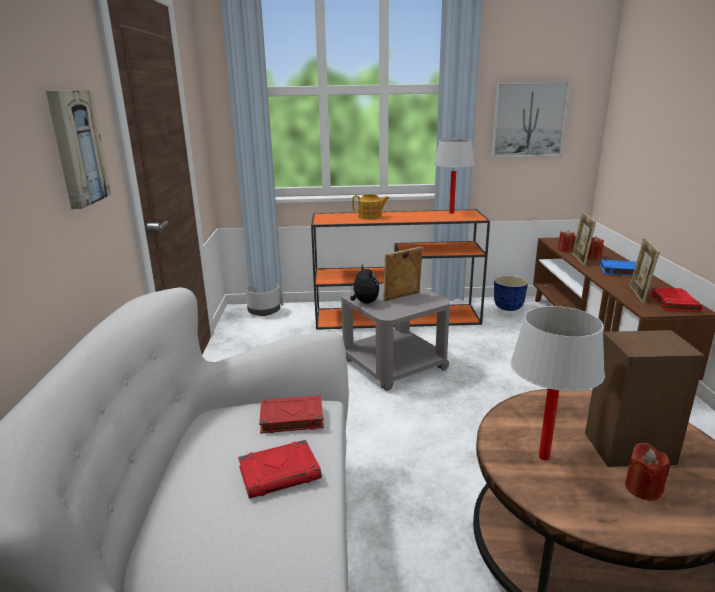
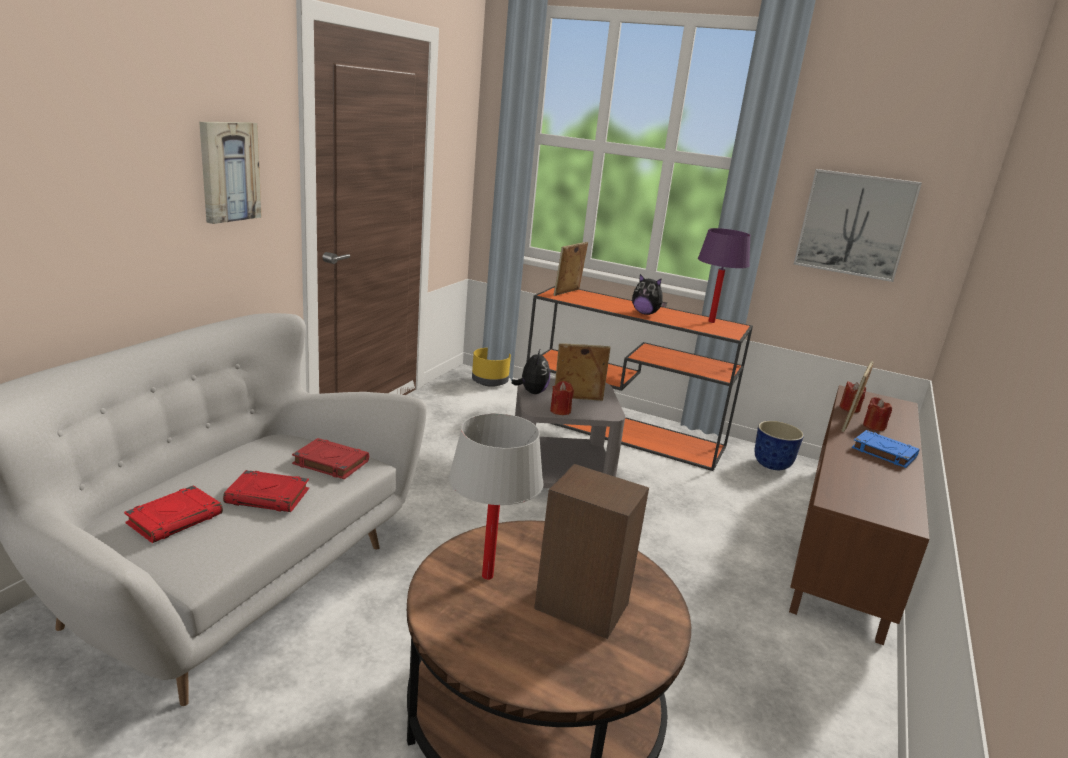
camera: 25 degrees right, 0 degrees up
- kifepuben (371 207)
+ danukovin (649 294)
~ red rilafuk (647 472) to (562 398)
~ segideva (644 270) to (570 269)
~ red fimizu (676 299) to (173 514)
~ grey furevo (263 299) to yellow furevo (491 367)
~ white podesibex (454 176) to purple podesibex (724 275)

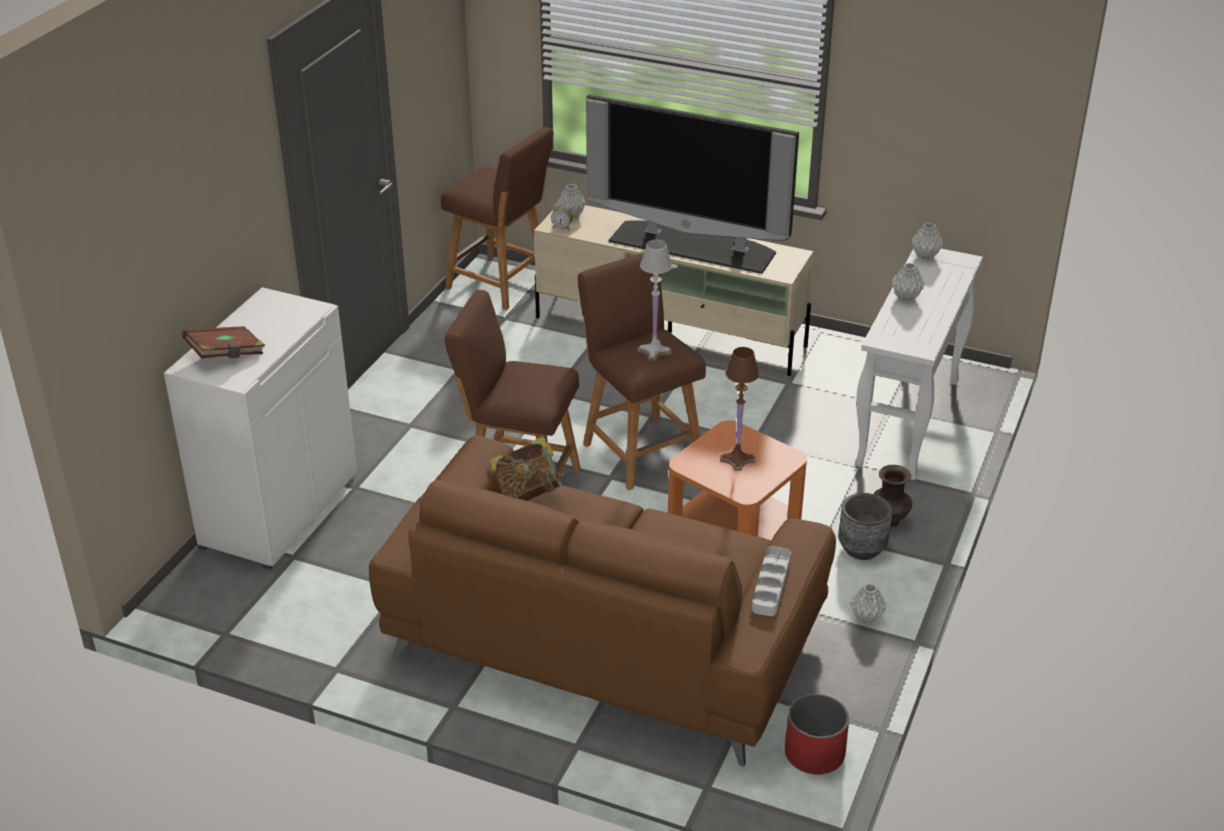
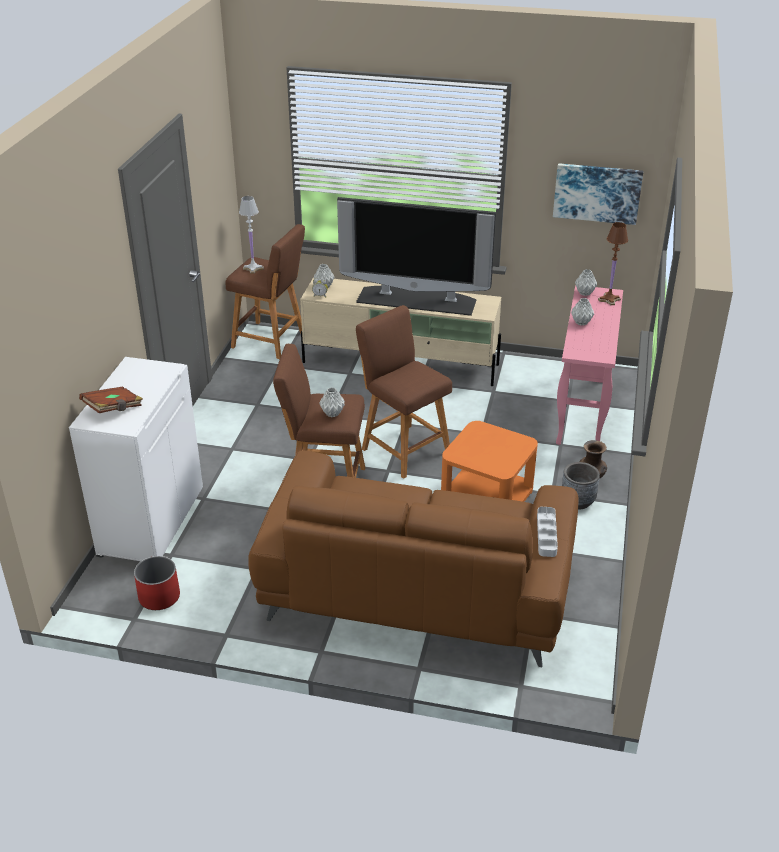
camera: 10 degrees left, 0 degrees up
- fimizu (527 468)
+ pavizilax (598 194)
~ white podesibex (655 300) to (251 235)
~ brown podesibex (739 409) to (613 263)
~ red furevo (817 734) to (157 583)
~ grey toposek (868 603) to (332 402)
~ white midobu (919 364) to pink midobu (589 365)

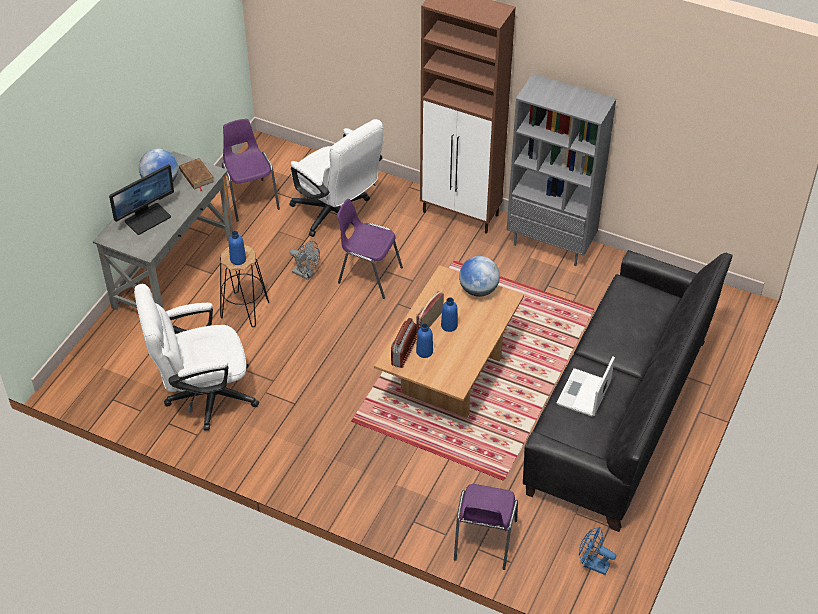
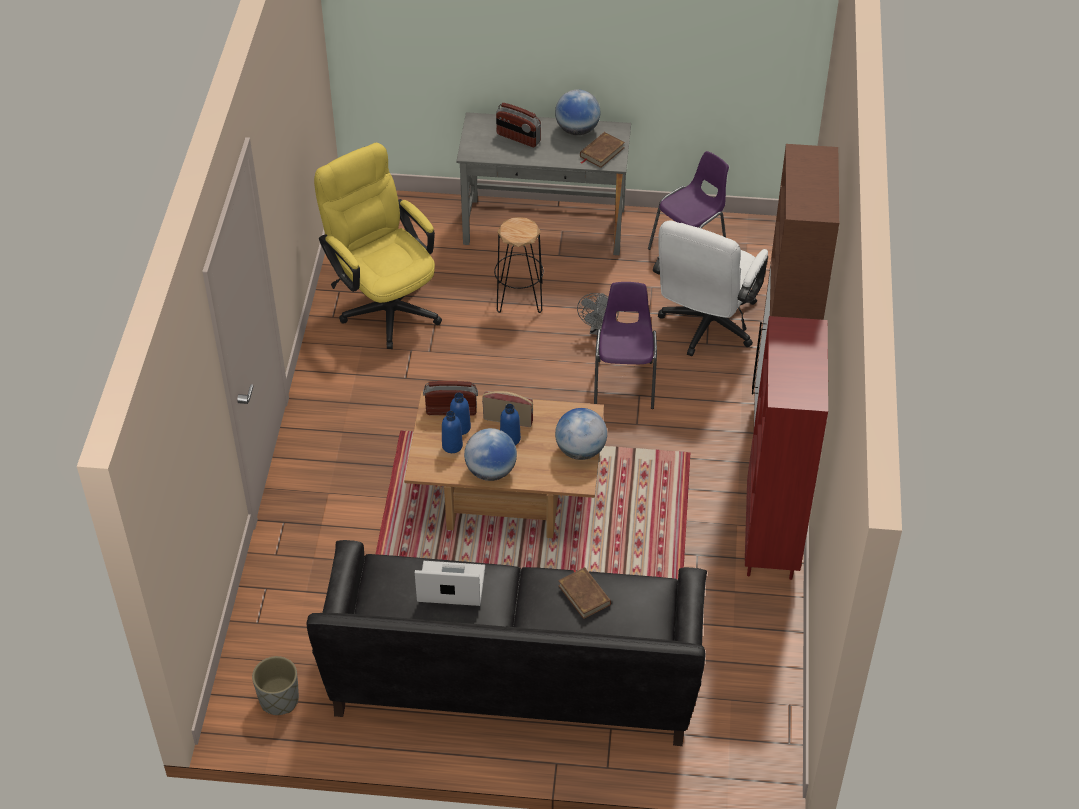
camera: 70 degrees right, 0 degrees up
- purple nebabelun (486 527)
+ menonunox (490 454)
+ brown fimizu (584 593)
~ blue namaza (237 248) to (452 432)
~ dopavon (141 199) to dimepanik (518 125)
~ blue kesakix (597 551) to grey furevo (275 685)
~ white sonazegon (196 357) to yellow sonazegon (378 246)
~ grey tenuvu (561 170) to red tenuvu (786 448)

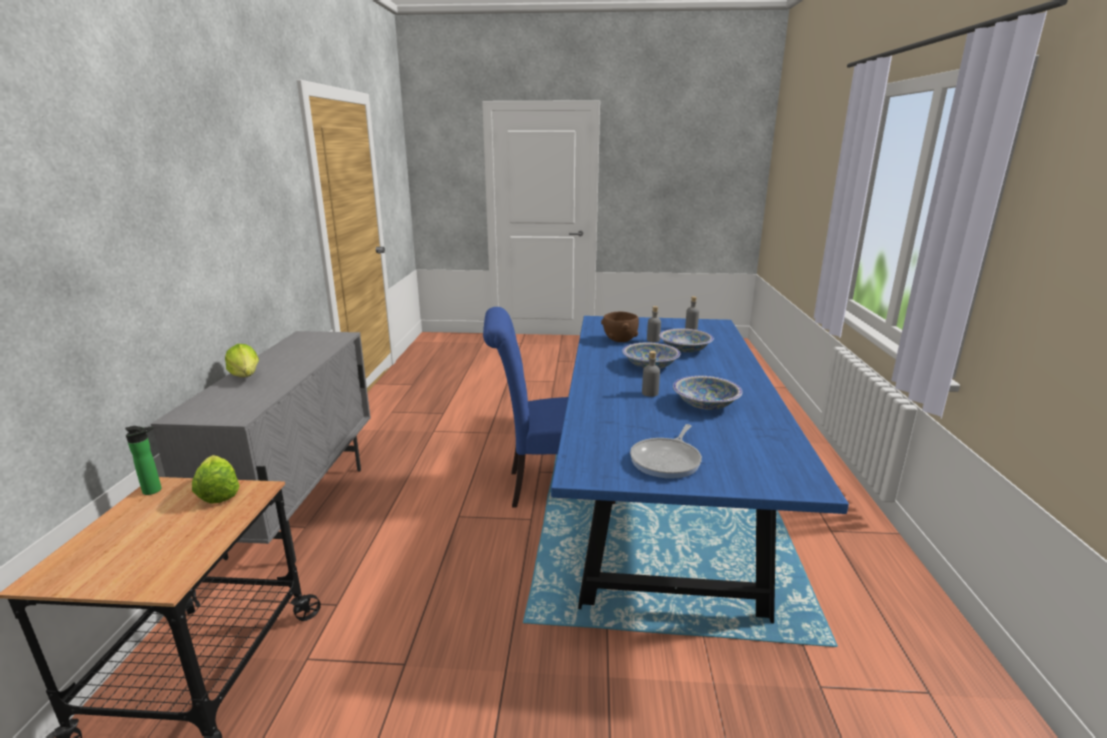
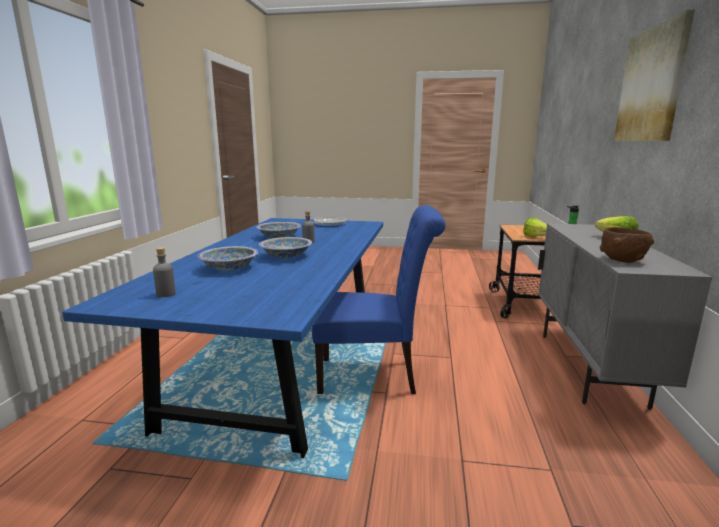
camera: 175 degrees left, 5 degrees down
- grey namaza (654 324)
+ pavizilax (654 75)
~ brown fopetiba (620 326) to (627 245)

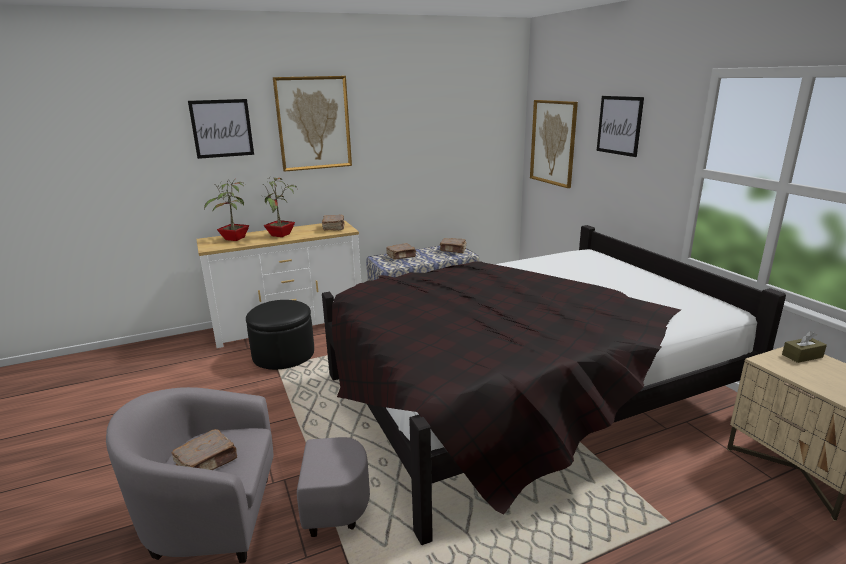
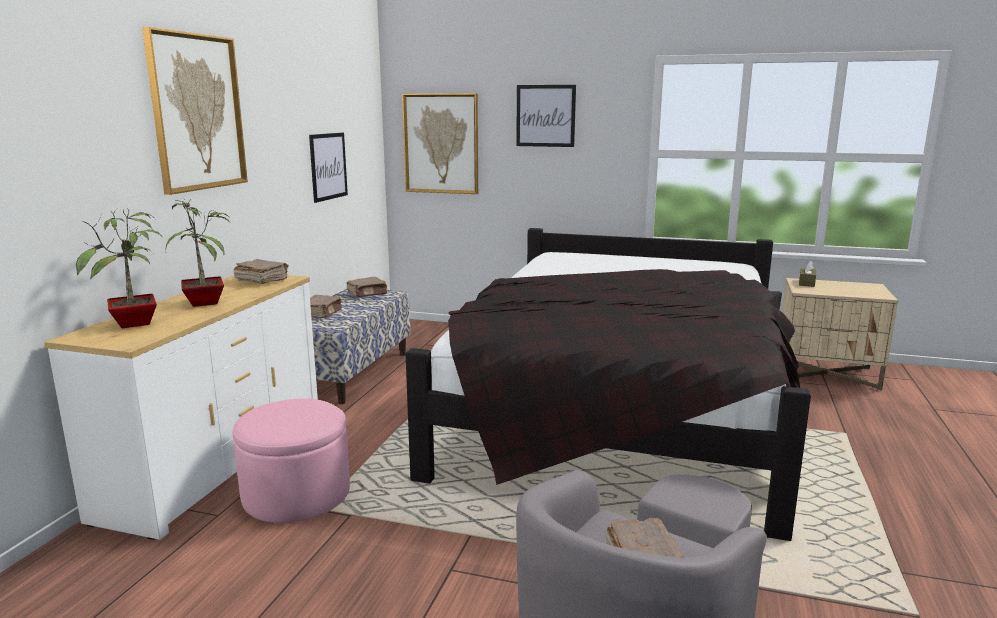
camera: 50 degrees left, 5 degrees down
~ pavizilax (221 129) to (328 168)
~ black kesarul (280 335) to pink kesarul (291 460)

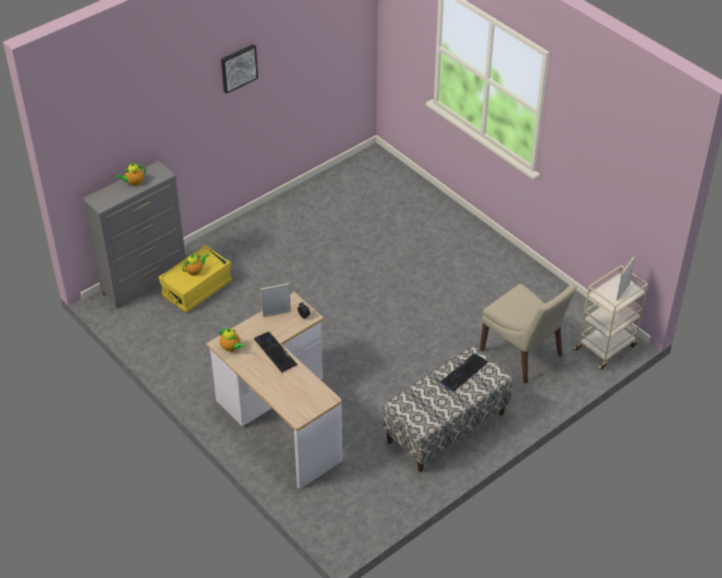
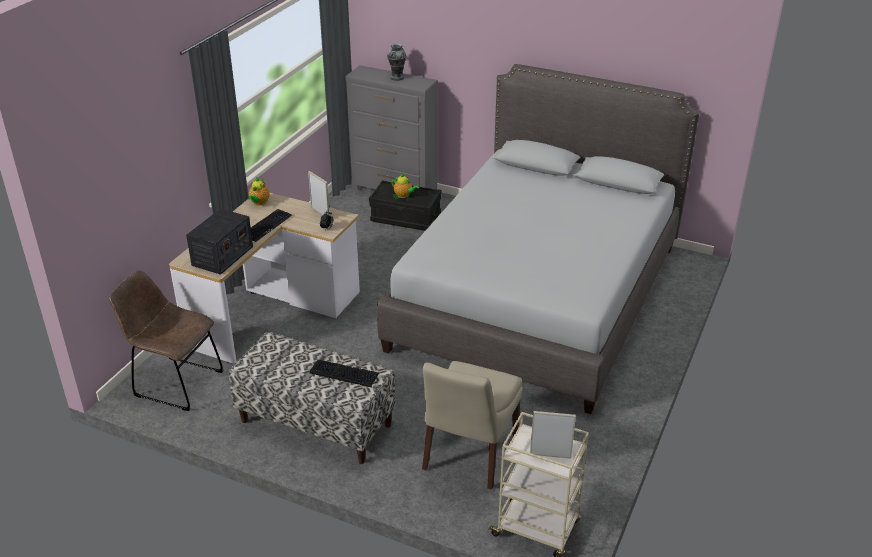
camera: 65 degrees right, 10 degrees down
- pavizilax (239 69)
+ brown nebabelun (166 340)
+ dimepanik (219 242)
+ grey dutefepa (538 239)
~ kifepuben (130 174) to toposek (396 62)
~ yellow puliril (195 279) to black puliril (405 205)

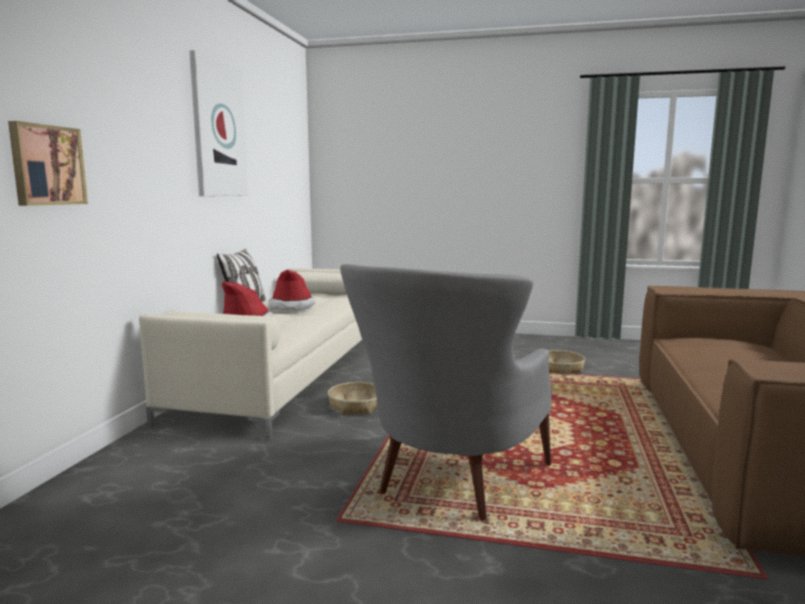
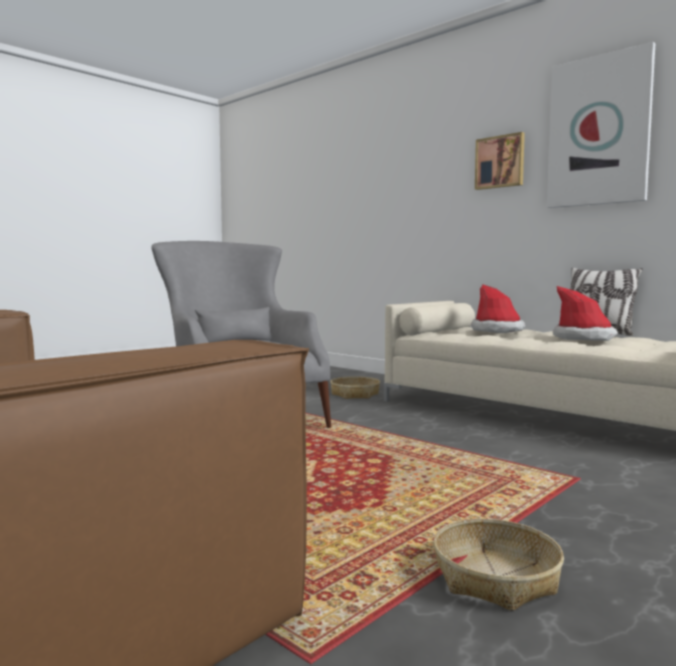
camera: 120 degrees right, 5 degrees down
~ pavizilax (48 163) to (500 161)
~ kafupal (352 398) to (355 387)

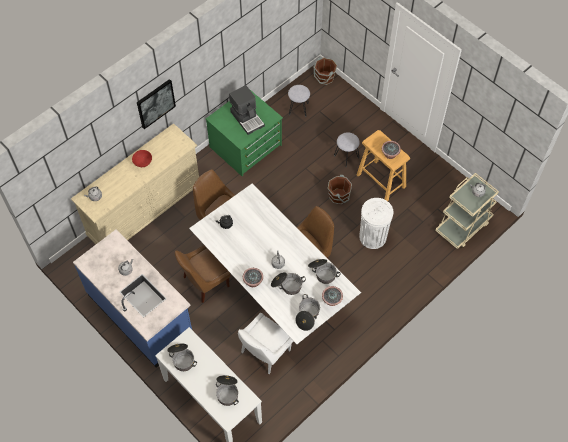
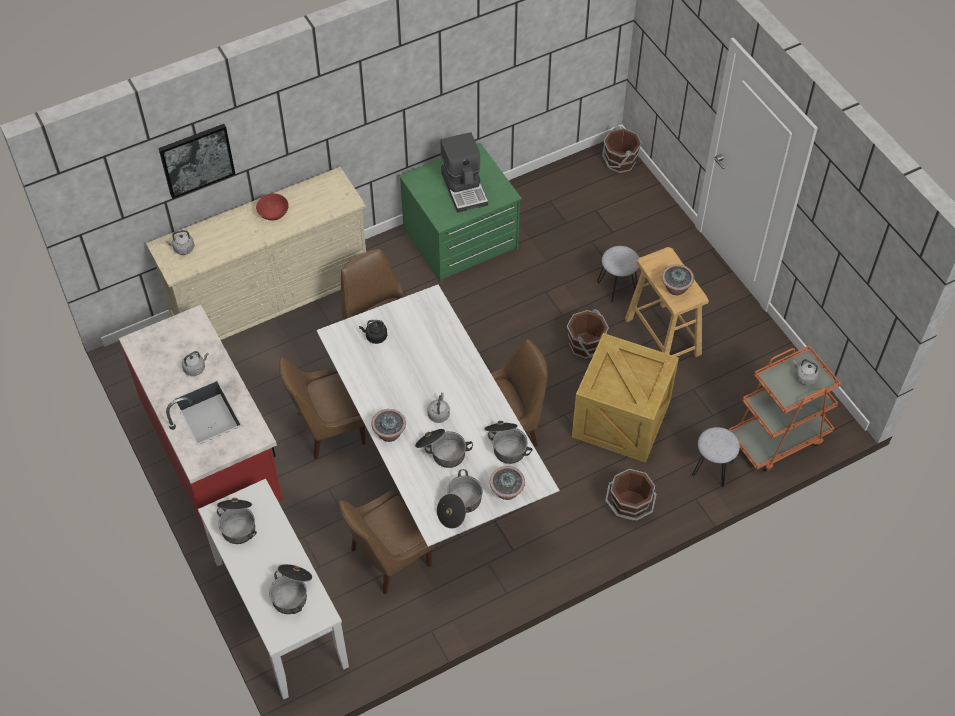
camera: 15 degrees right, 5 degrees down
+ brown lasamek (631 495)
~ pavizilax (156 104) to (196 161)
~ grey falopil (299 101) to (716 457)
~ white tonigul (376 223) to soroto (625 398)
~ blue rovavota (132 299) to red rovavota (201 418)
~ white nebabelun (265 343) to brown nebabelun (386 542)
~ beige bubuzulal (467 211) to orange bubuzulal (785 408)

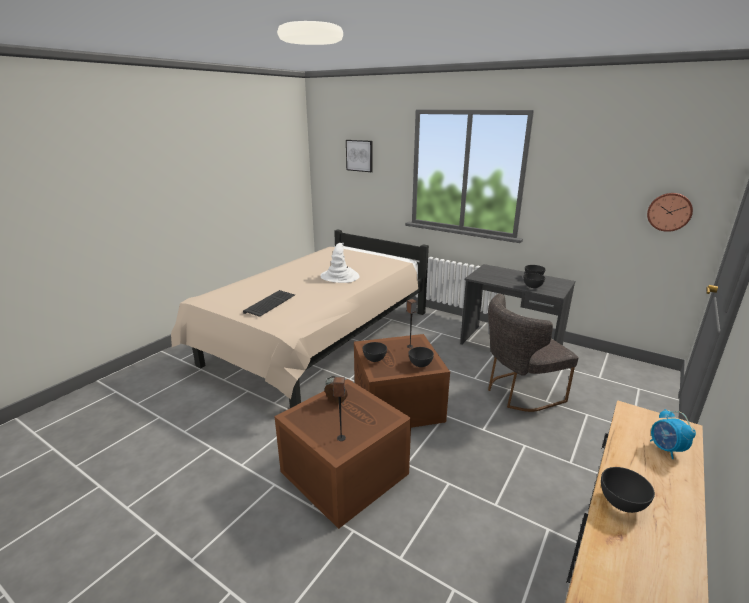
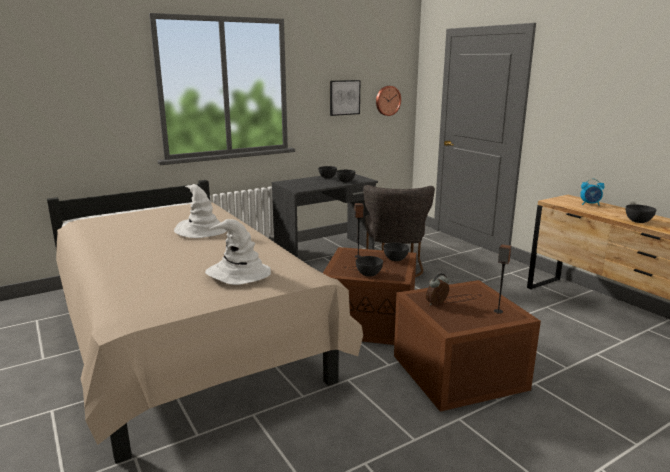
camera: 65 degrees left, 5 degrees down
~ pavizilax (359 156) to (345 98)
~ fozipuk (269 303) to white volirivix (238 252)

